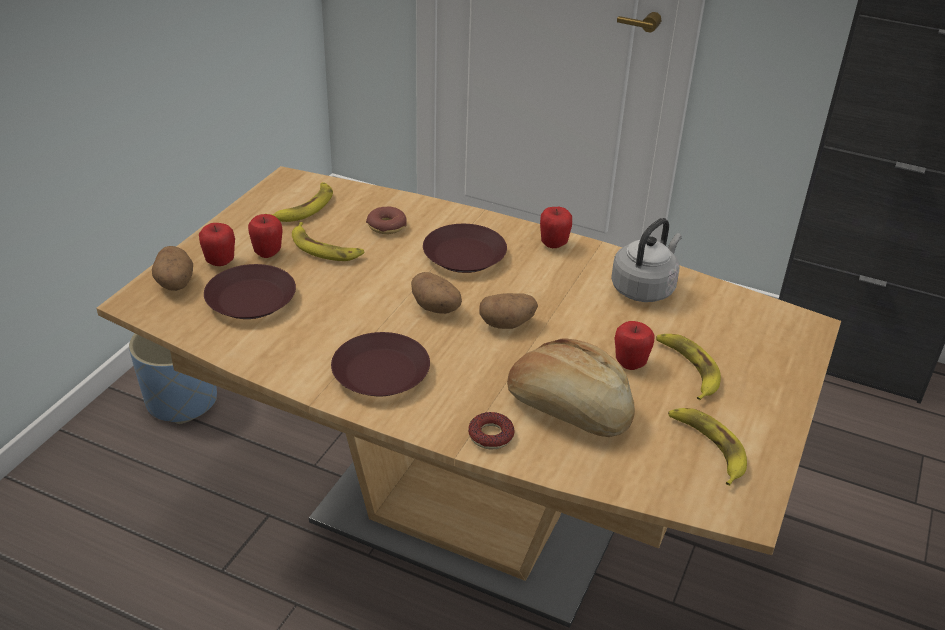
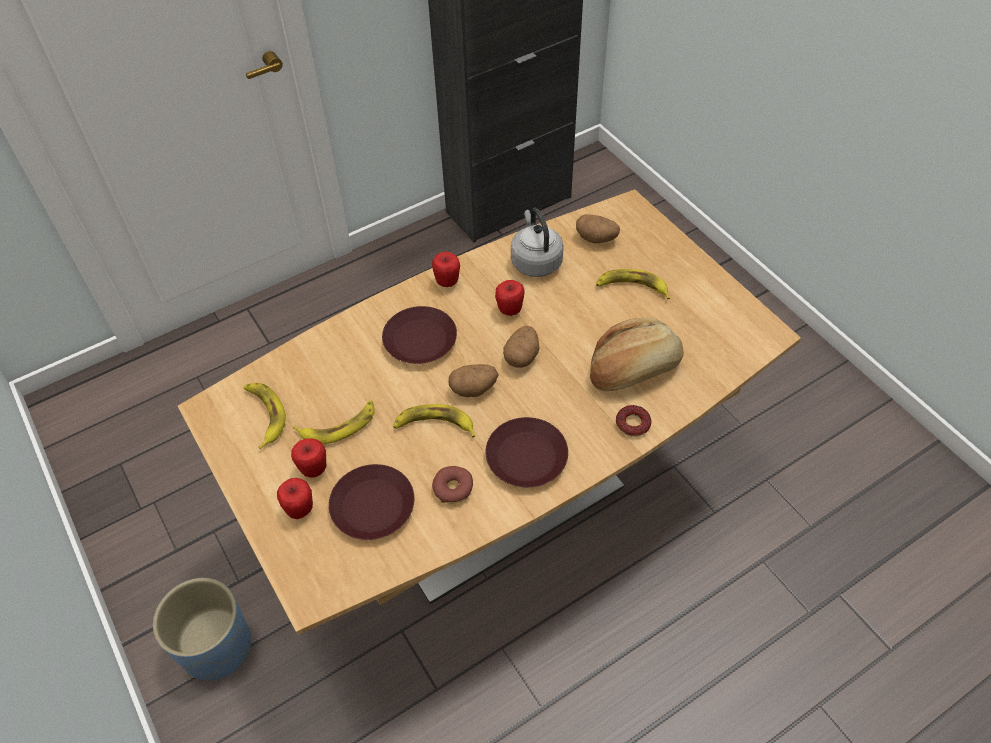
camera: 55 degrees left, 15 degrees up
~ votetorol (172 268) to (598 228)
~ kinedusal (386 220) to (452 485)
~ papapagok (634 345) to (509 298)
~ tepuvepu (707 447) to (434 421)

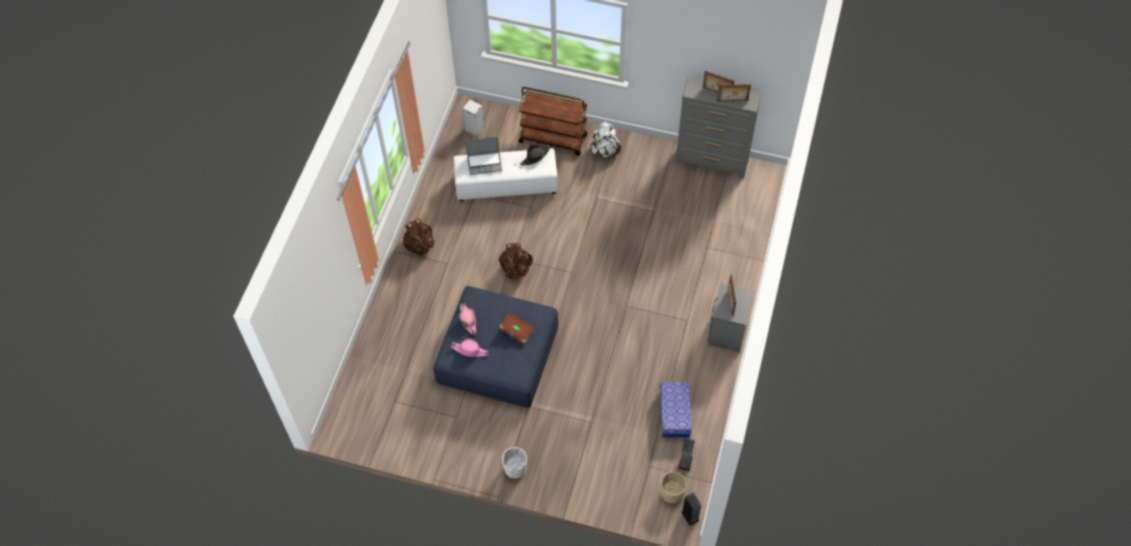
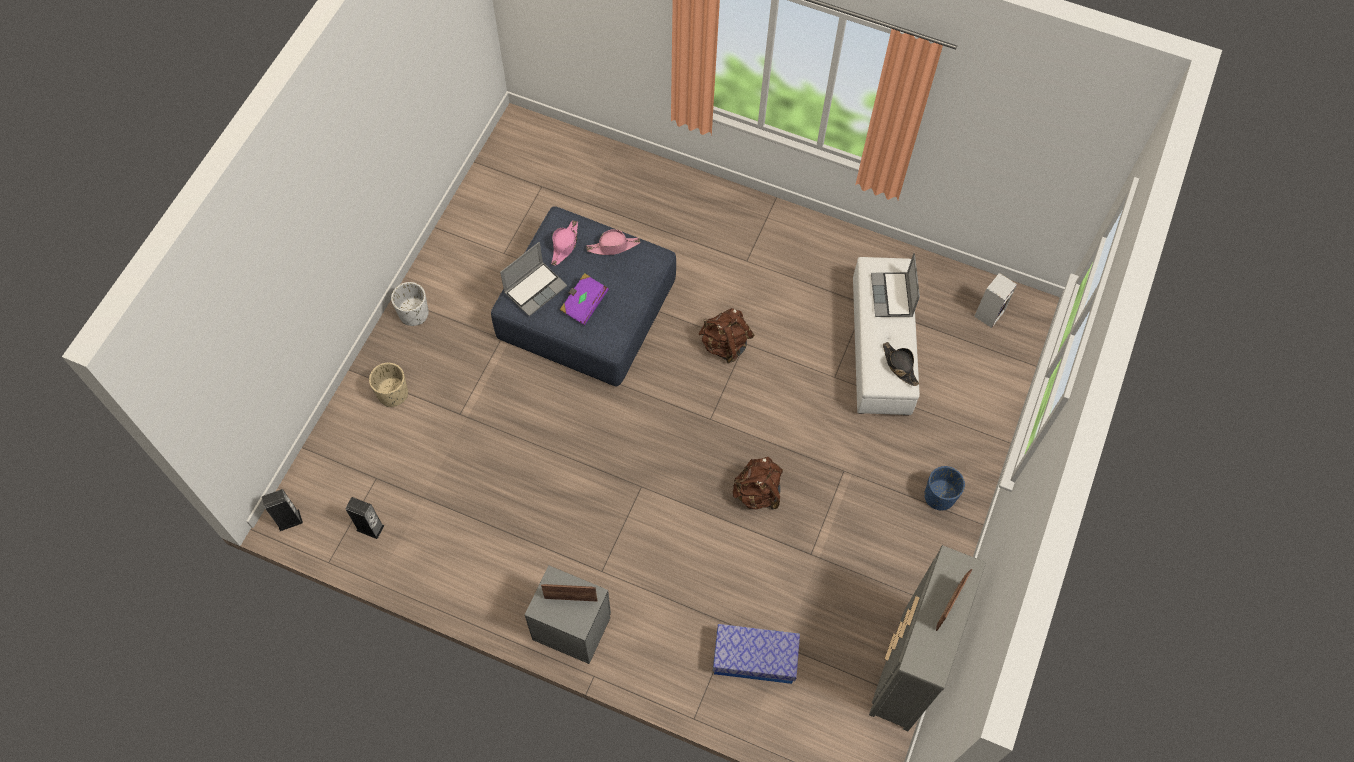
camera: 95 degrees right, 5 degrees up
- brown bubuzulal (553 121)
- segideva (734 93)
+ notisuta (533 279)
~ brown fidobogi (418 238) to (758 483)
~ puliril (676 409) to (756 654)
~ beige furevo (673 488) to (388 385)
~ white fidobogi (605 140) to blue furevo (944 488)
~ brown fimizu (516 328) to purple fimizu (584 299)

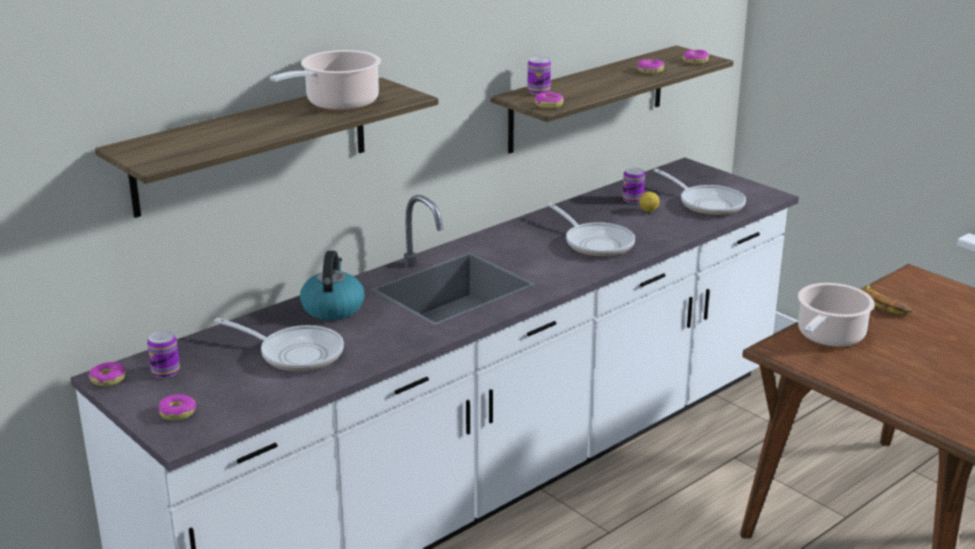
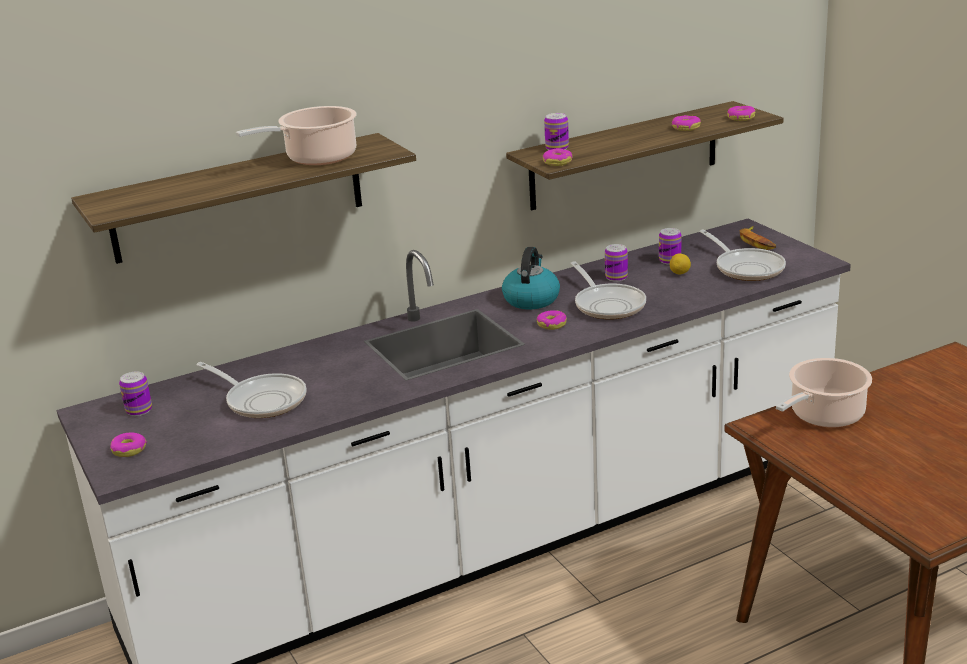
camera: 15 degrees right, 0 degrees up
+ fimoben (616 262)
~ kinedusal (107 374) to (552 320)
~ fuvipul (332 285) to (531 278)
~ tepuvepu (887 299) to (758 238)

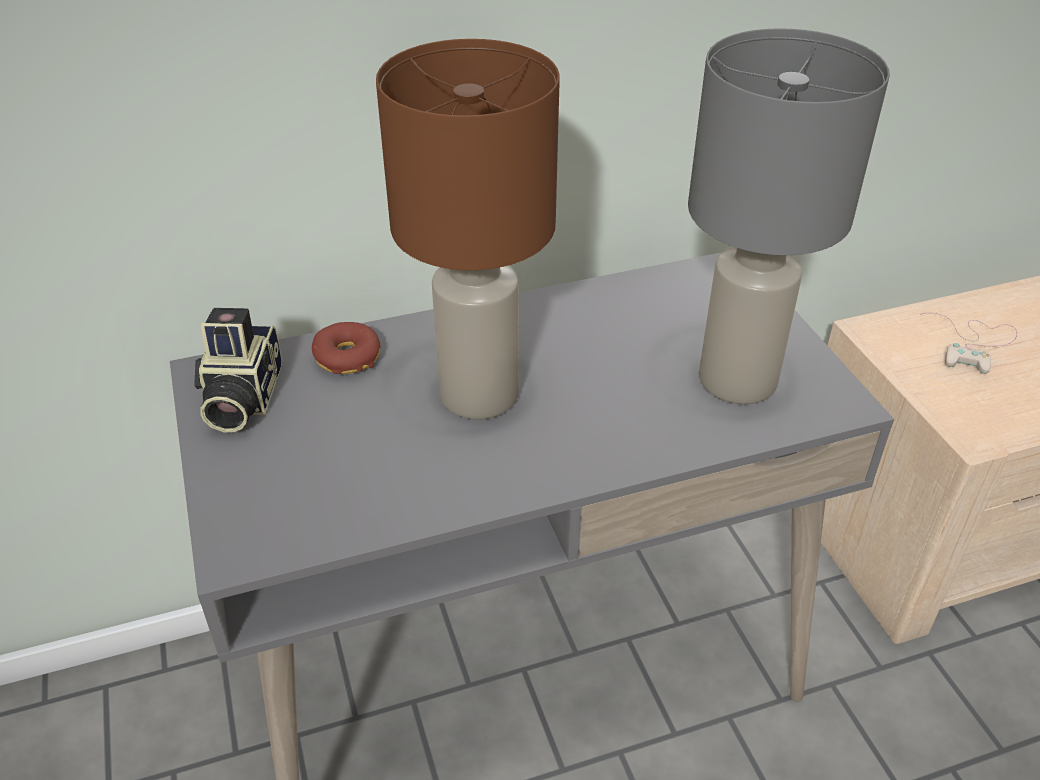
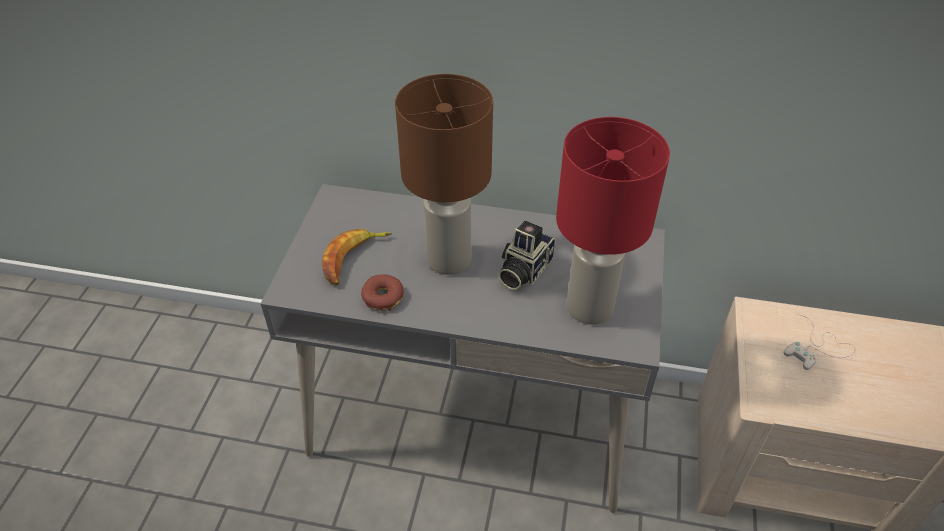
camera: 30 degrees right, 5 degrees up
+ tepuvepu (357 256)
~ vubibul (238 370) to (526 255)
~ kinedusal (346 348) to (382 292)
~ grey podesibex (789 216) to red podesibex (613 221)

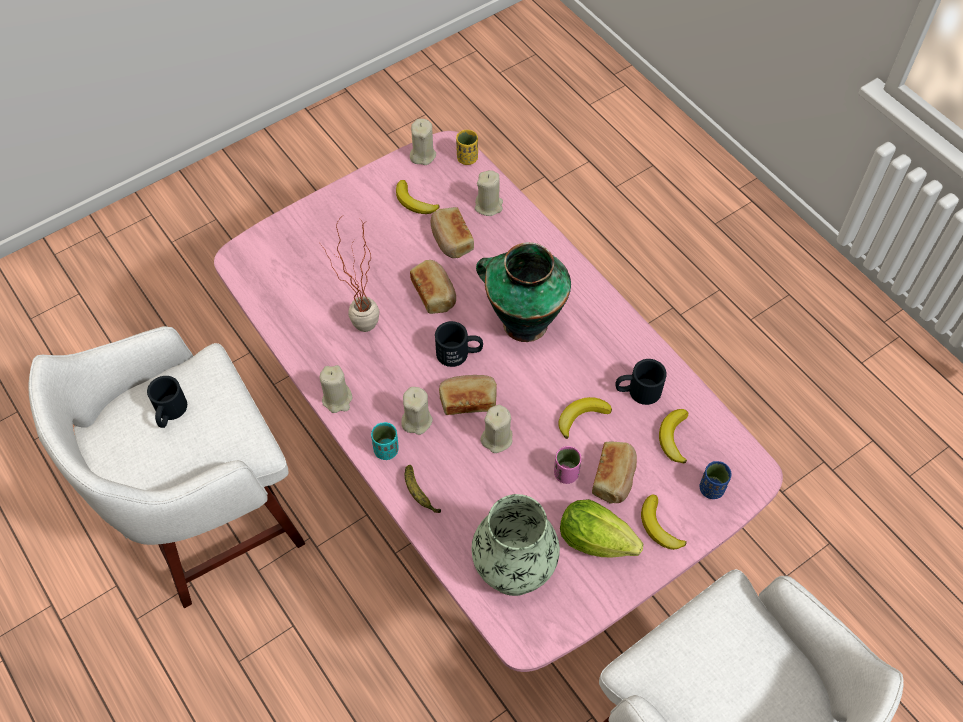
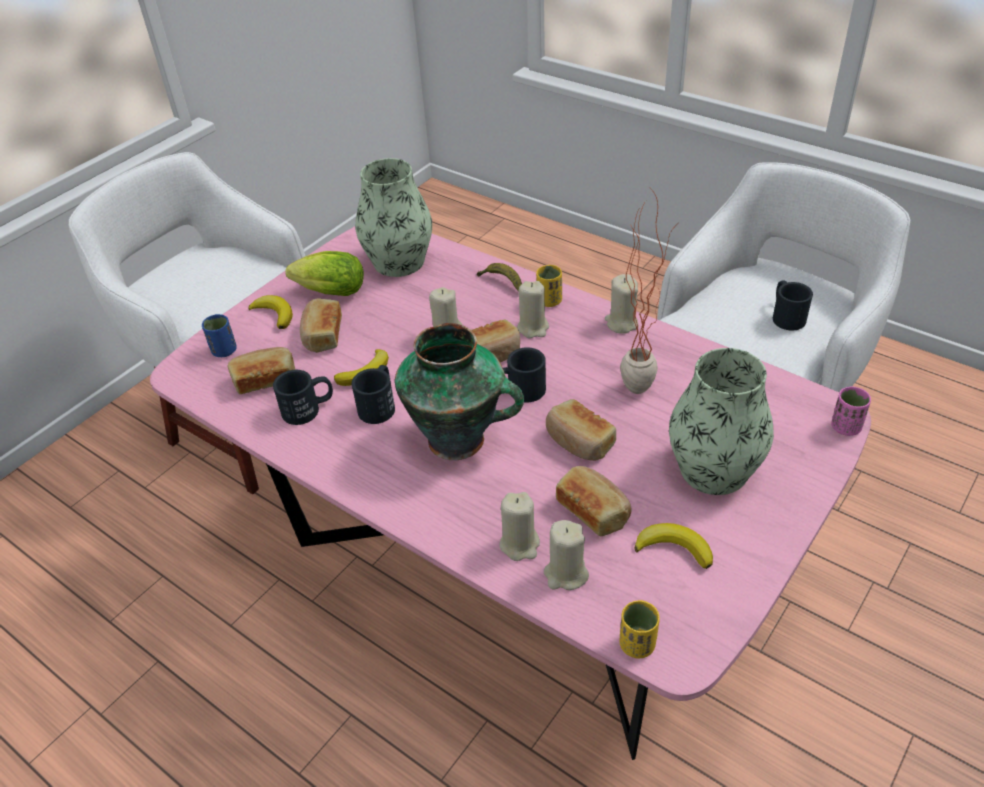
camera: 165 degrees right, 15 degrees down
+ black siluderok (373 394)
+ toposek (721 421)
~ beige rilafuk (423 142) to (520 526)
~ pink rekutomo (567 465) to (851 411)
~ tepuvepu (673 436) to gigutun (261 370)
~ turquoise rekutomo (384 441) to yellow rekutomo (549 286)

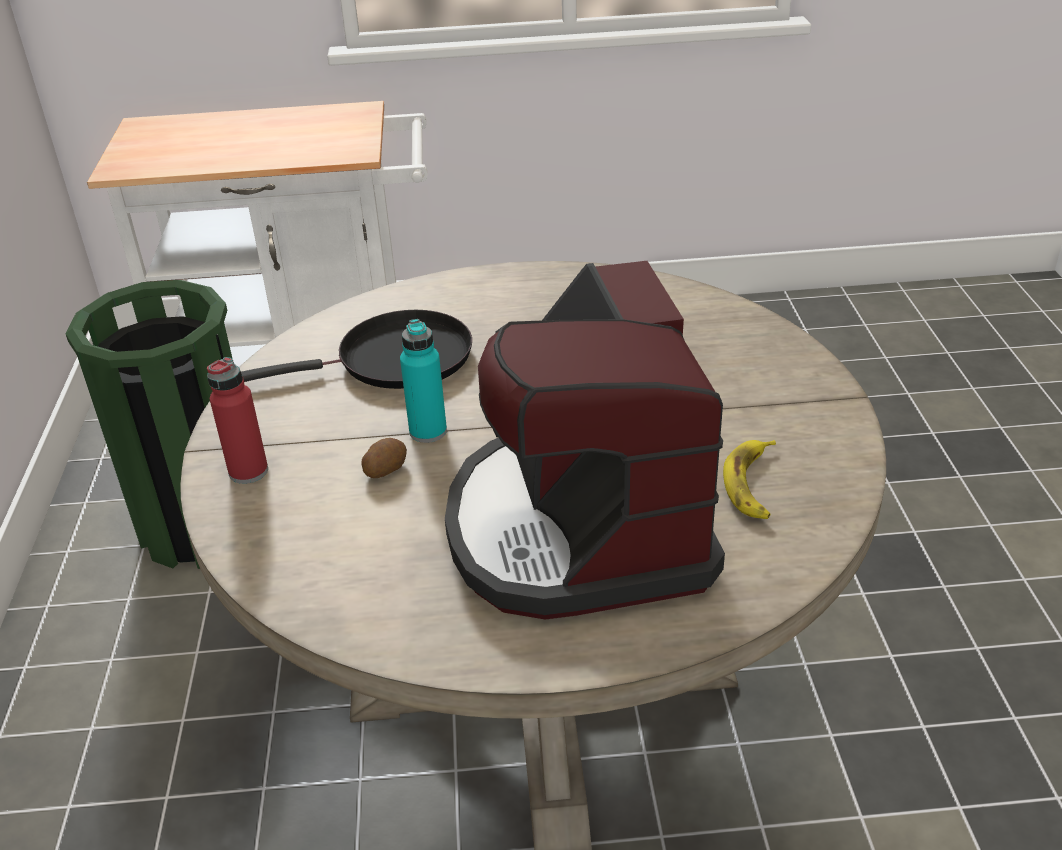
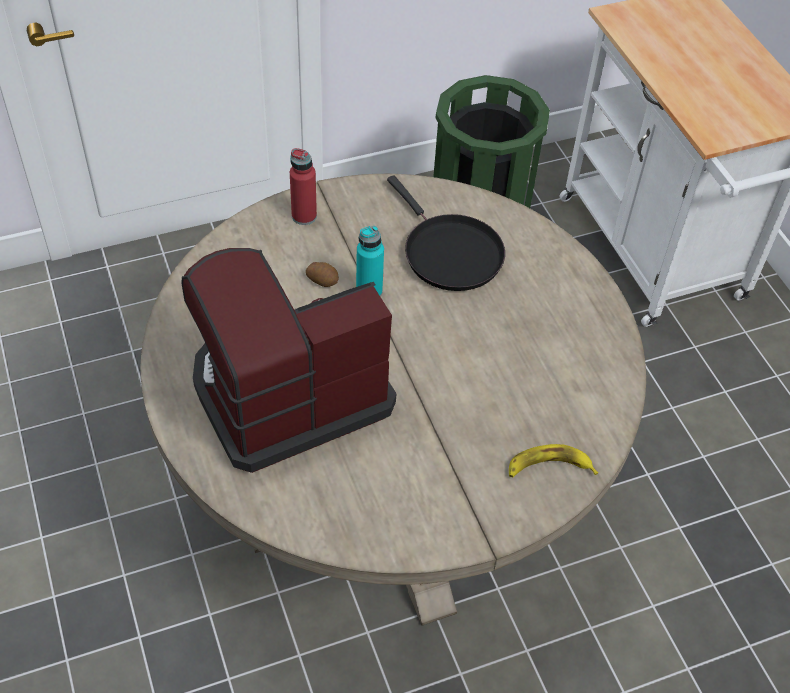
camera: 70 degrees right, 15 degrees up
~ tepuvepu (749 479) to (553 460)

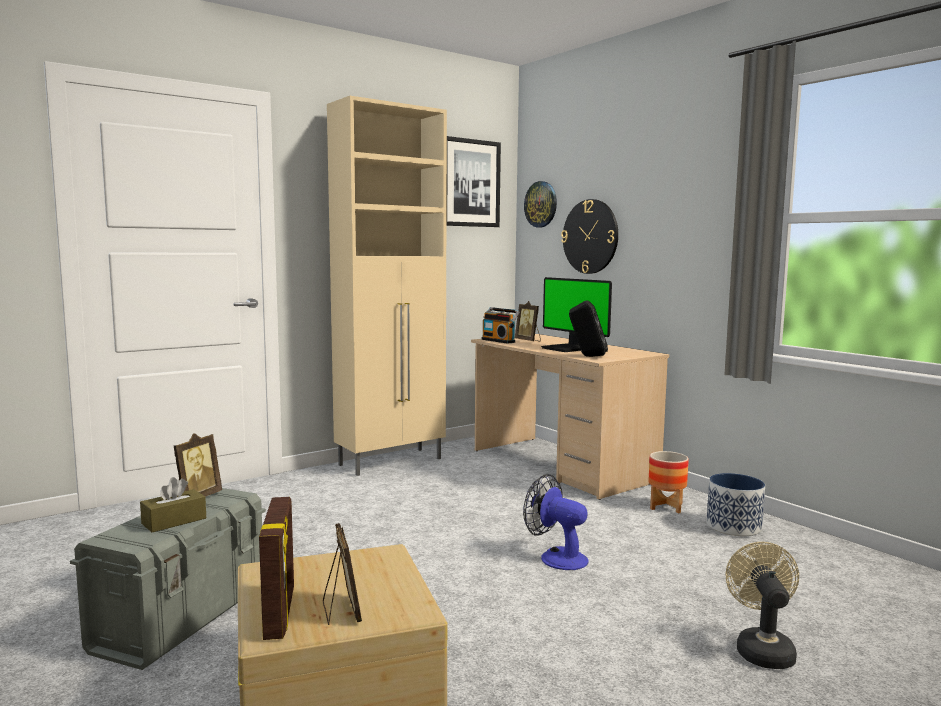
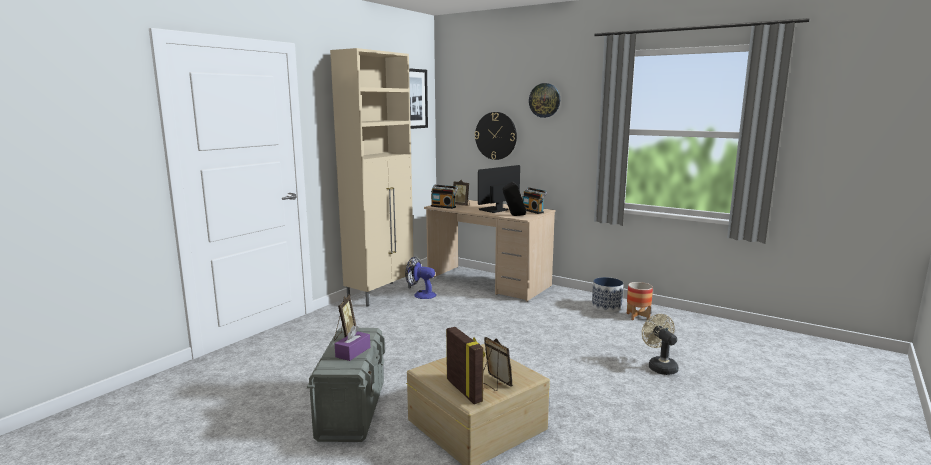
camera: 20 degrees left, 5 degrees up
+ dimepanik (534 200)
~ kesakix (556 522) to (421 278)
~ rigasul (540 204) to (544 100)
~ furevo (668 482) to (640 301)
~ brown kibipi (173 504) to purple kibipi (352 343)
~ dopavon (576 314) = (499 189) 105 degrees clockwise

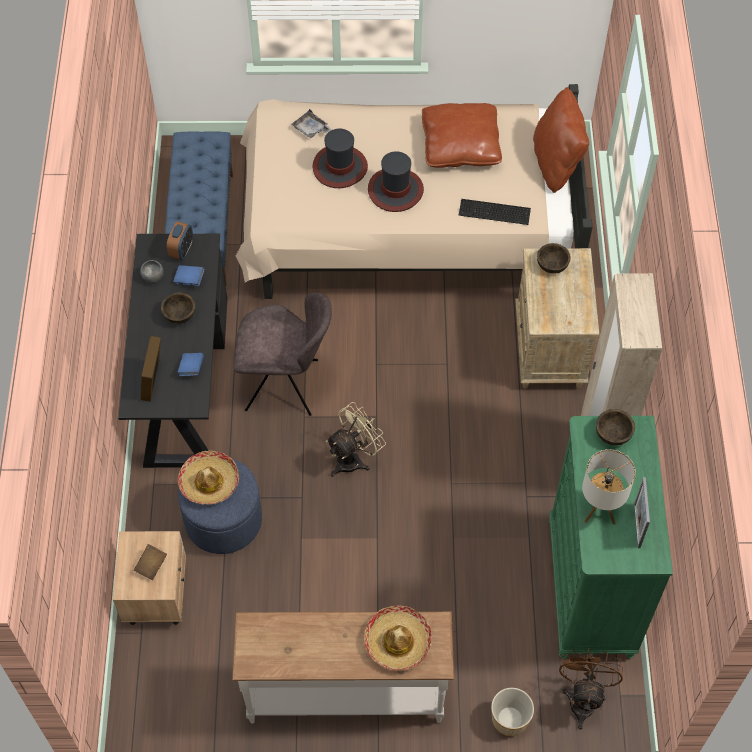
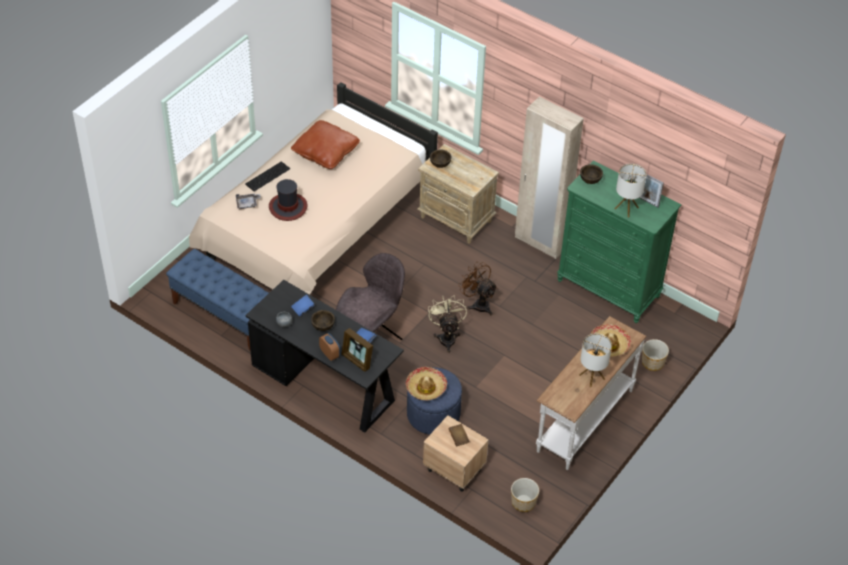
camera: 55 degrees left, 10 degrees down
- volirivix (396 181)
- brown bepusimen (561 140)
+ furevo (525 495)
+ podesibex (595 360)
~ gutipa (180 240) to (330 347)
~ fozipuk (495 212) to (267 176)
~ brown kesakix (591 689) to (478 289)

